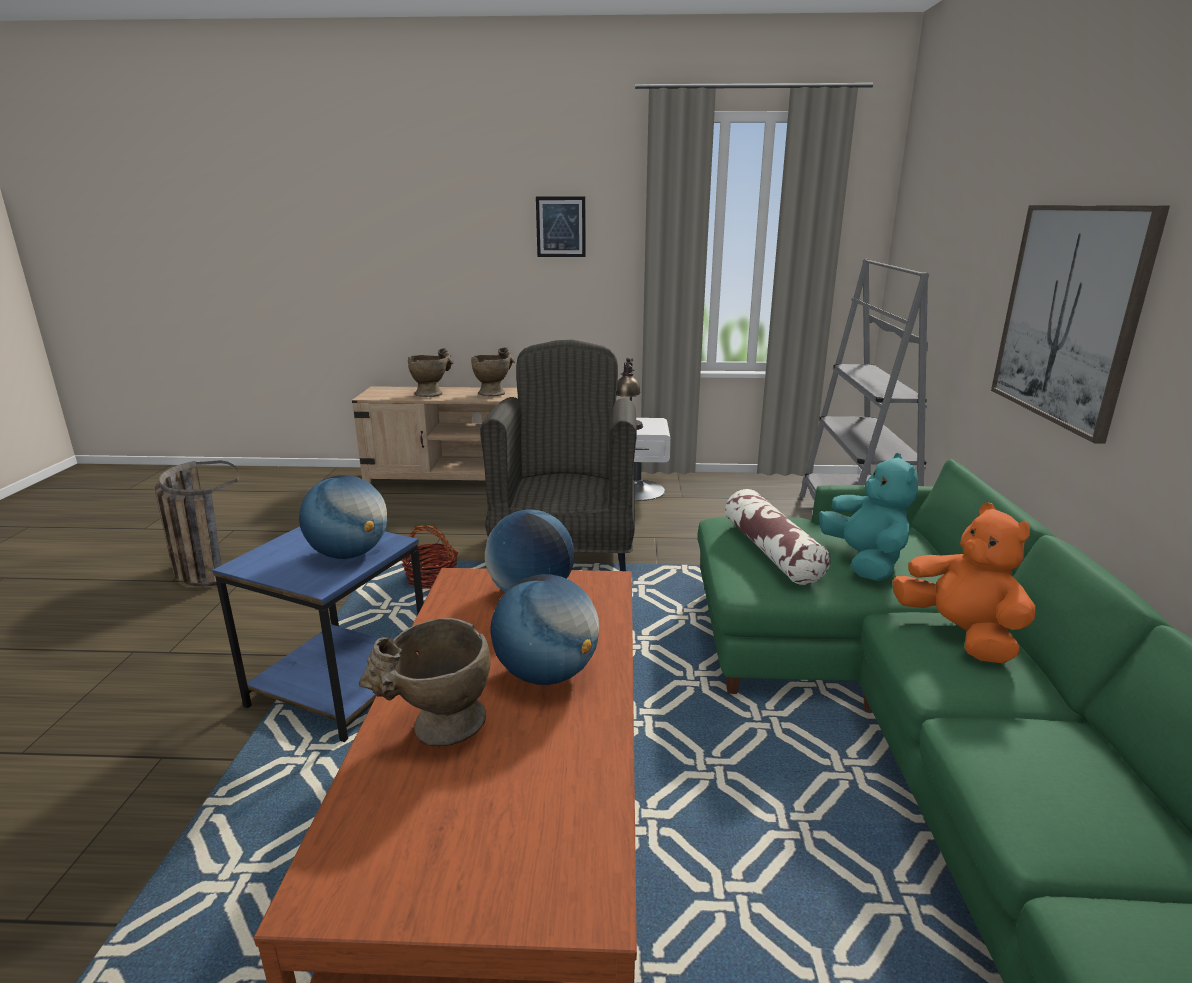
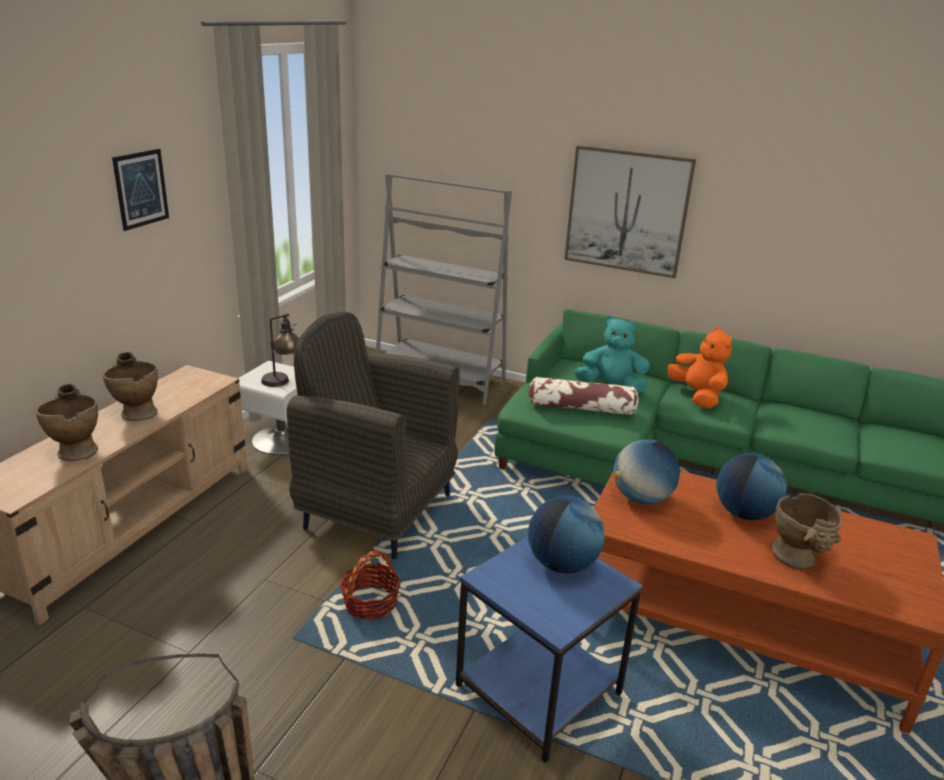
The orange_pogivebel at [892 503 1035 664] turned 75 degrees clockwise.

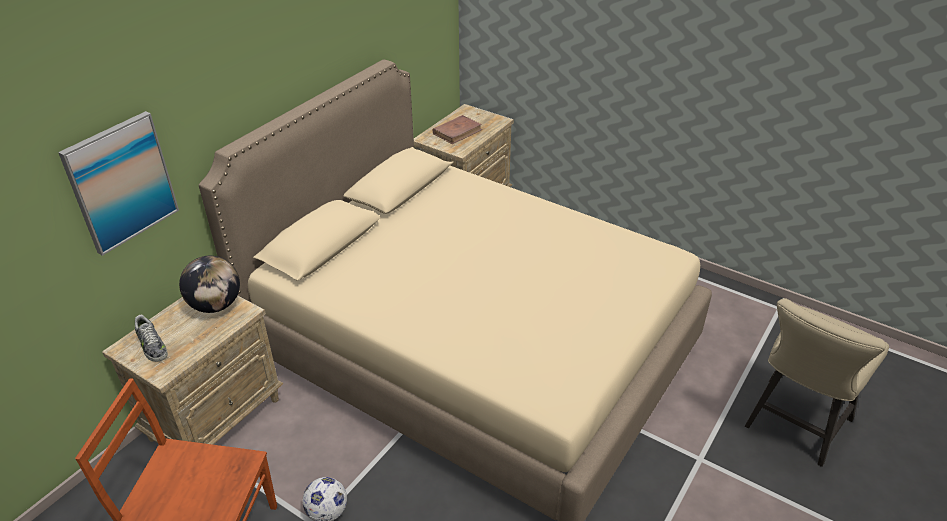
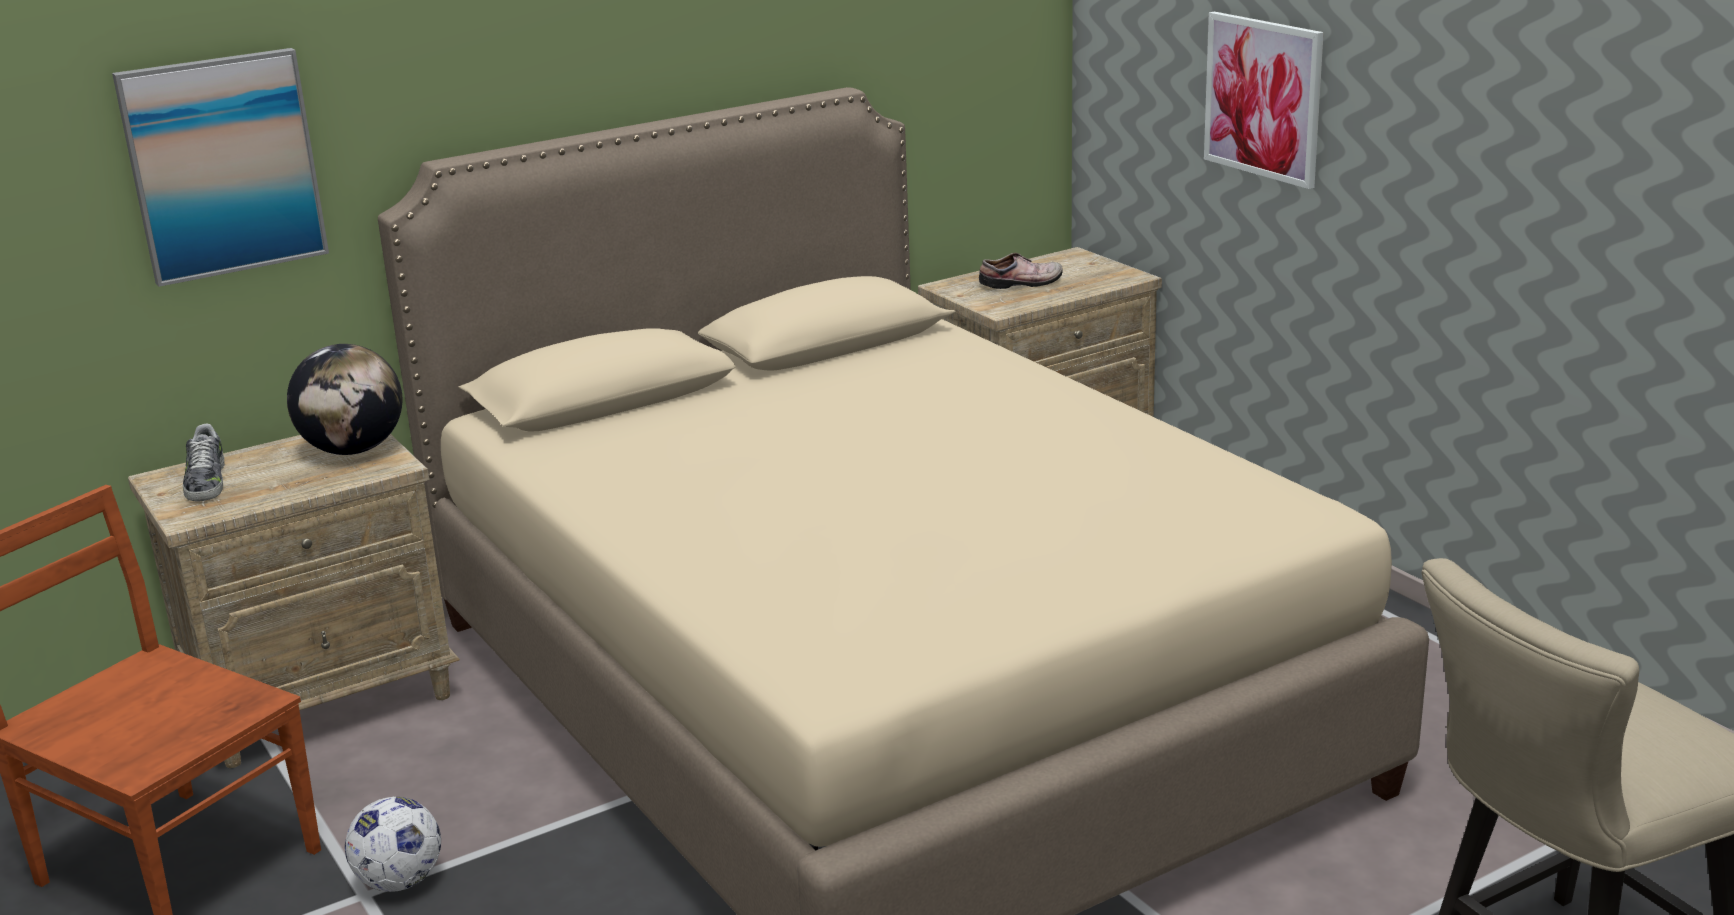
The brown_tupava at [433 115 483 144] was replaced by the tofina at [979 253 1063 289].
The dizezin at [1204 12 1324 189] appeared.

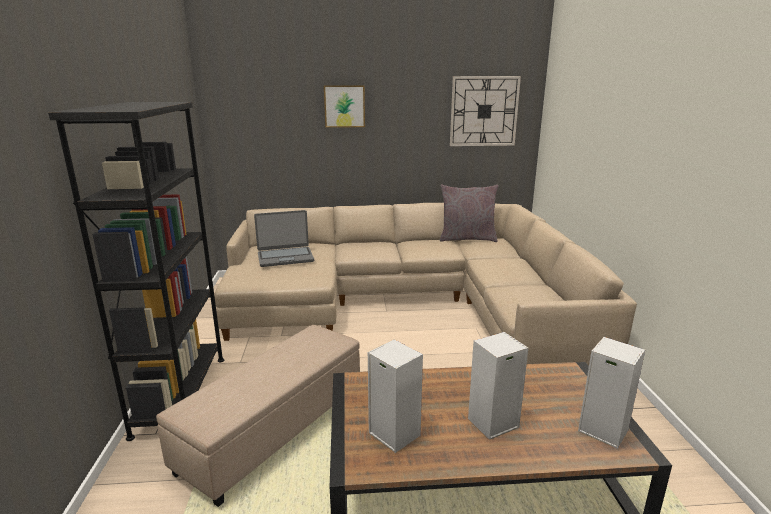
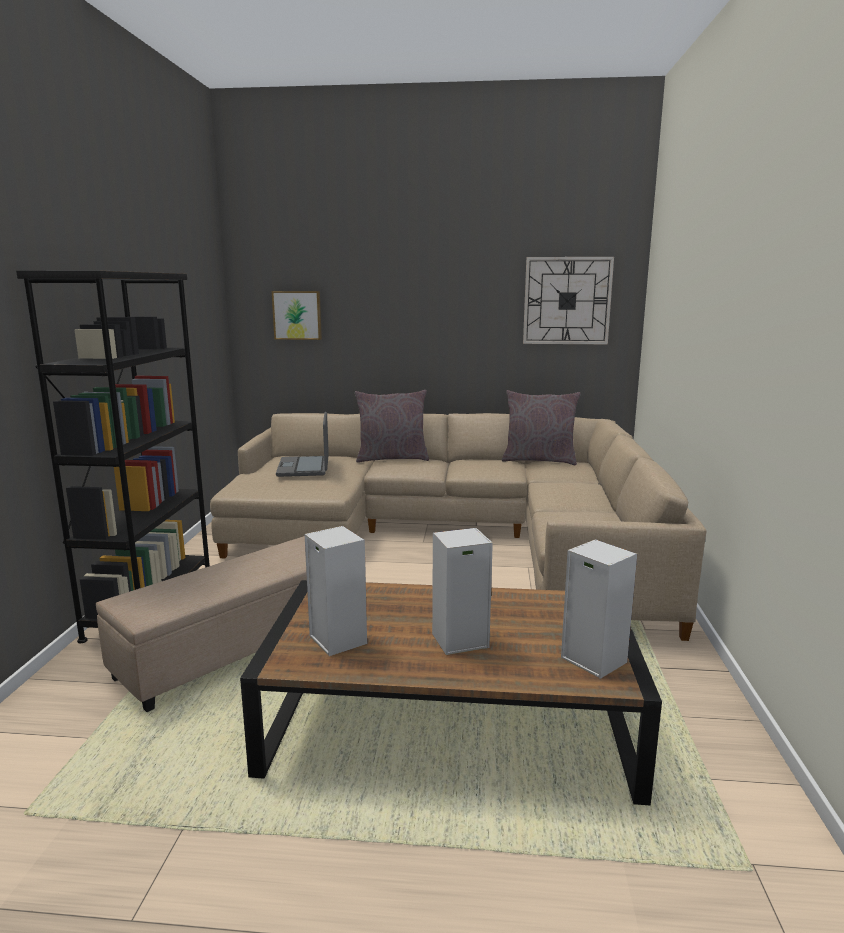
The dizezin moved from [324 85 365 128] to [272 291 322 340].
The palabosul at [254 210 314 267] turned 90 degrees clockwise.
The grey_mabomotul at [355 390 429 463] appeared.

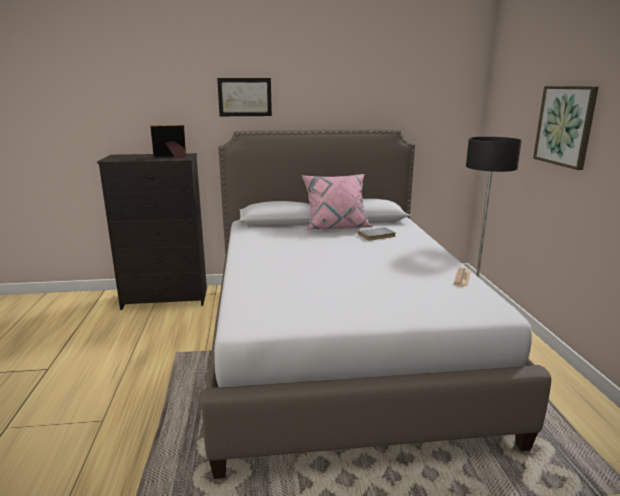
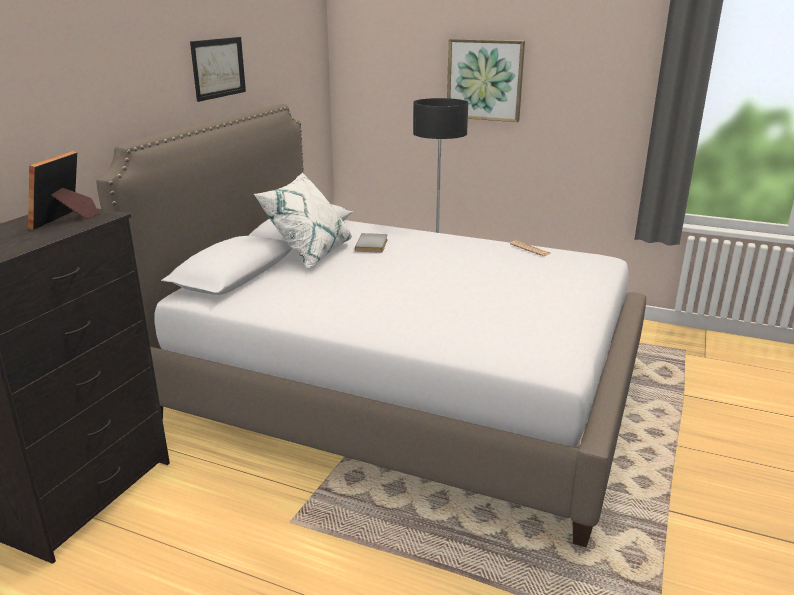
The dizezin moved from [217 78 272 116] to [190 37 246 102].
The pink_mabomotul at [302 174 373 230] became the white_mabomotul at [254 173 352 268].

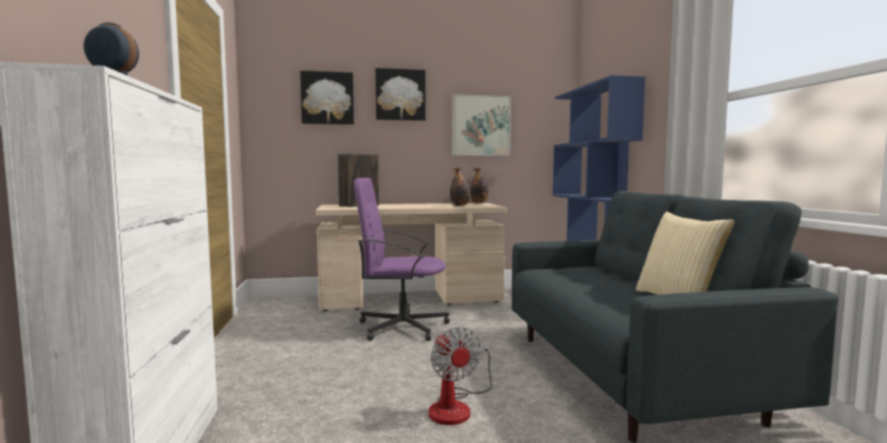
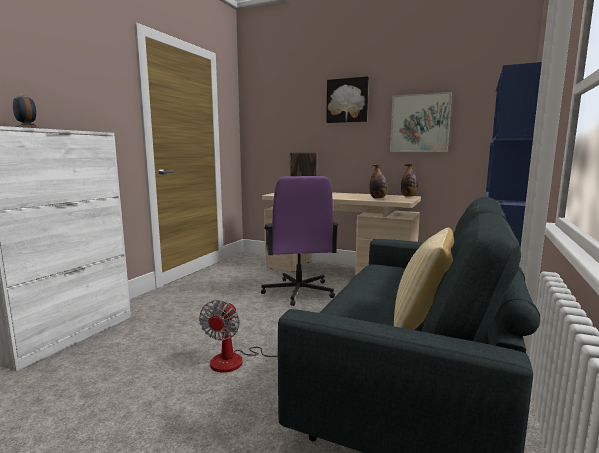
The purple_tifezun at [354 178 450 341] turned 135 degrees counterclockwise.
The dizezin at [300 71 354 125] disappeared.

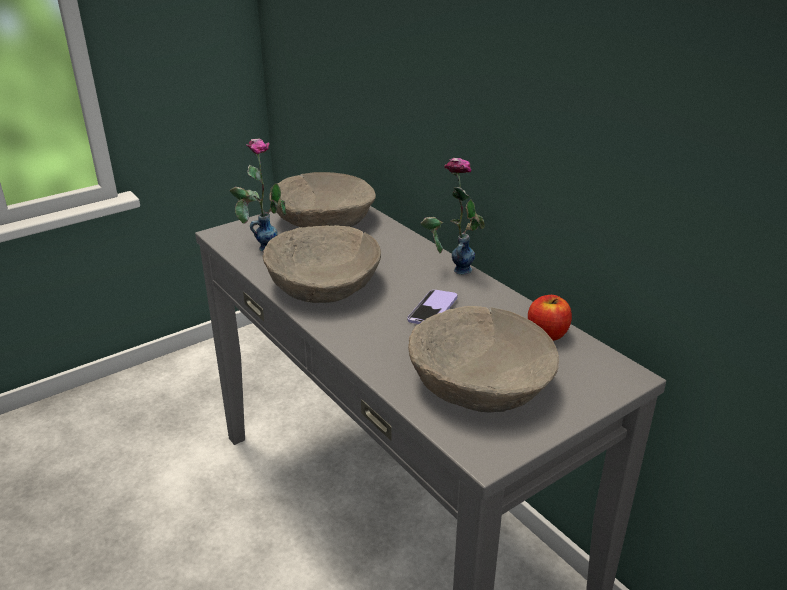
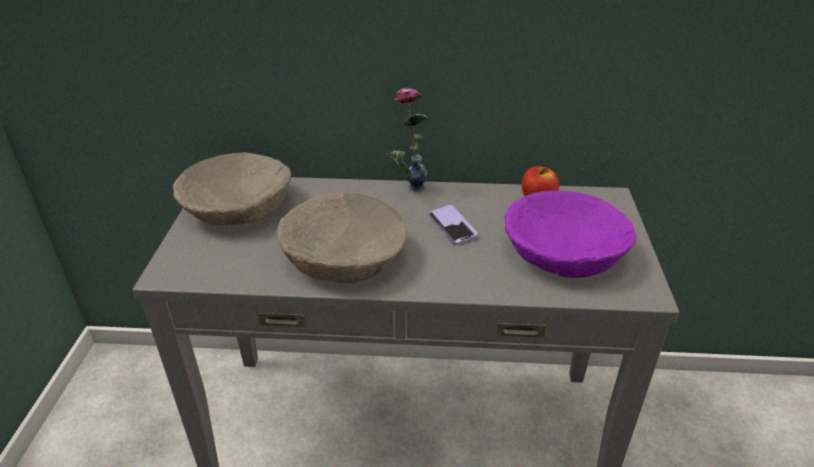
The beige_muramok at [408 306 559 413] became the purple_muramok at [505 190 636 278].
The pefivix at [230 139 286 252] disappeared.

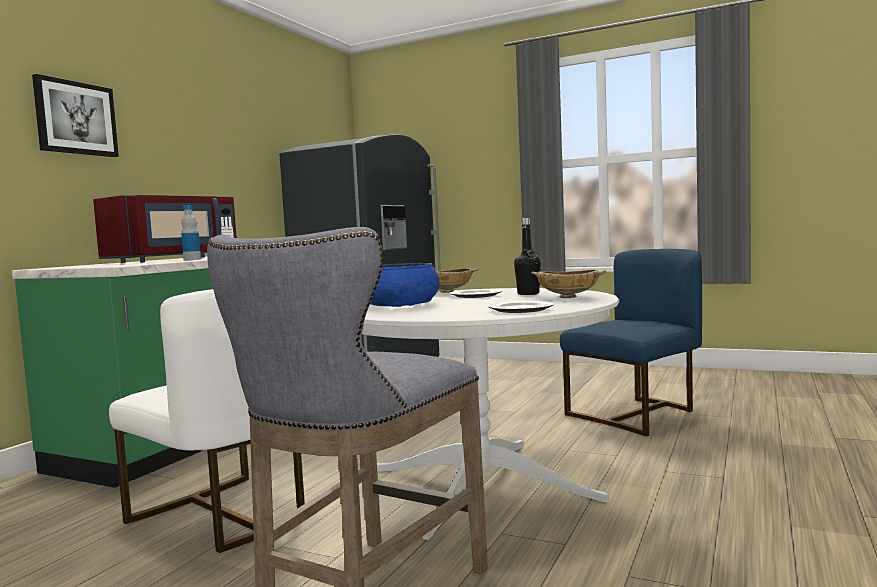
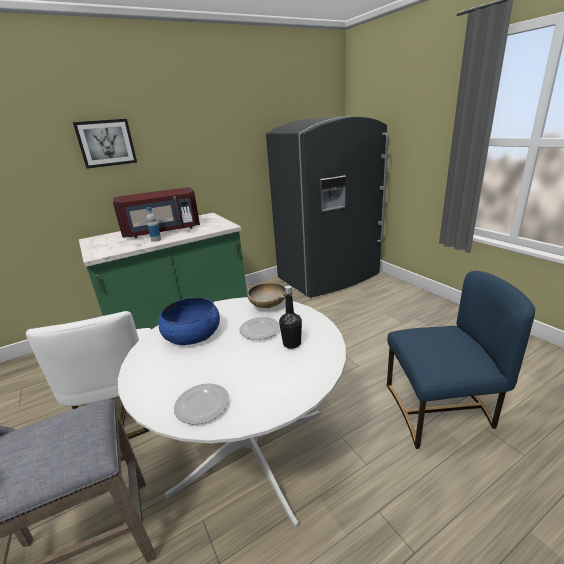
The beige_muramok at [532 270 606 298] disappeared.

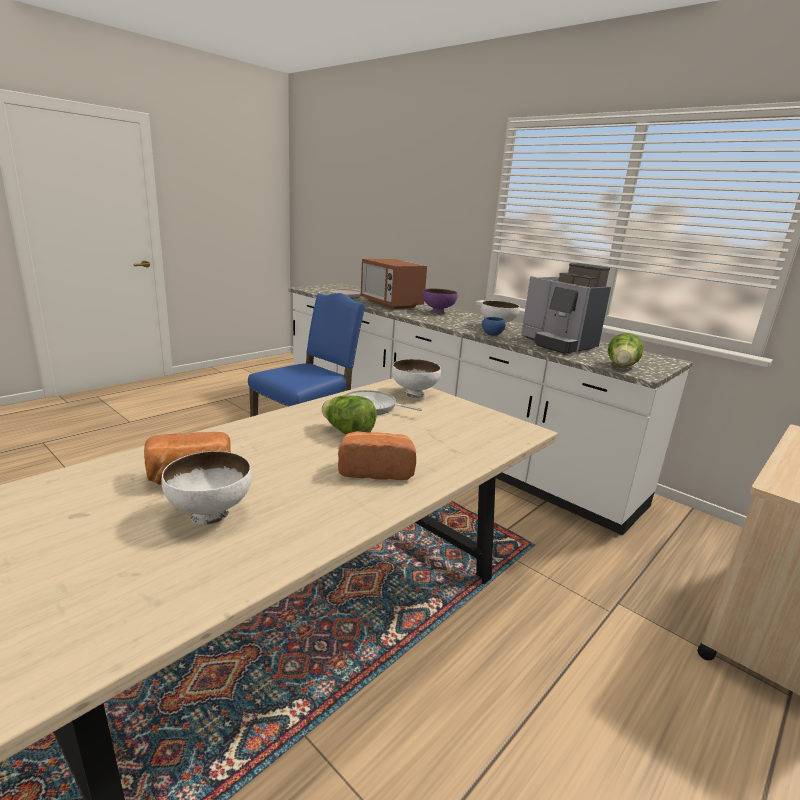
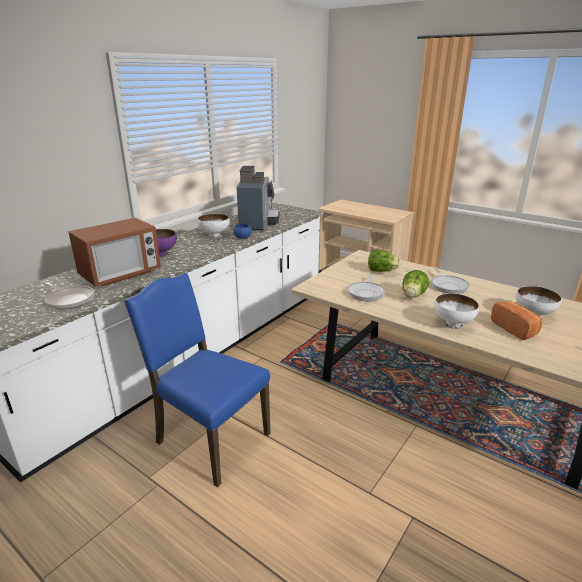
The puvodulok at [521 263 611 354] turned 45 degrees counterclockwise.
The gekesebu moved from [608 333 643 367] to [368 249 400 272].
The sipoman at [338 431 416 480] was replaced by the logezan at [432 267 470 294].
The white_muramok moved from [392 359 441 398] to [434 293 479 329].

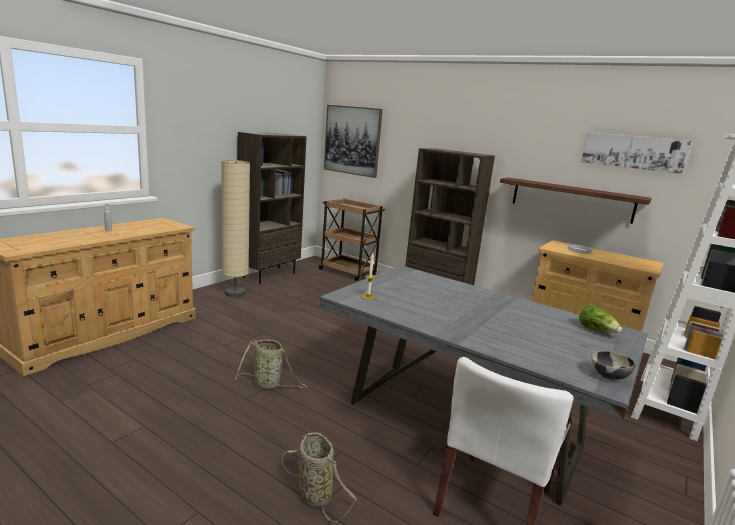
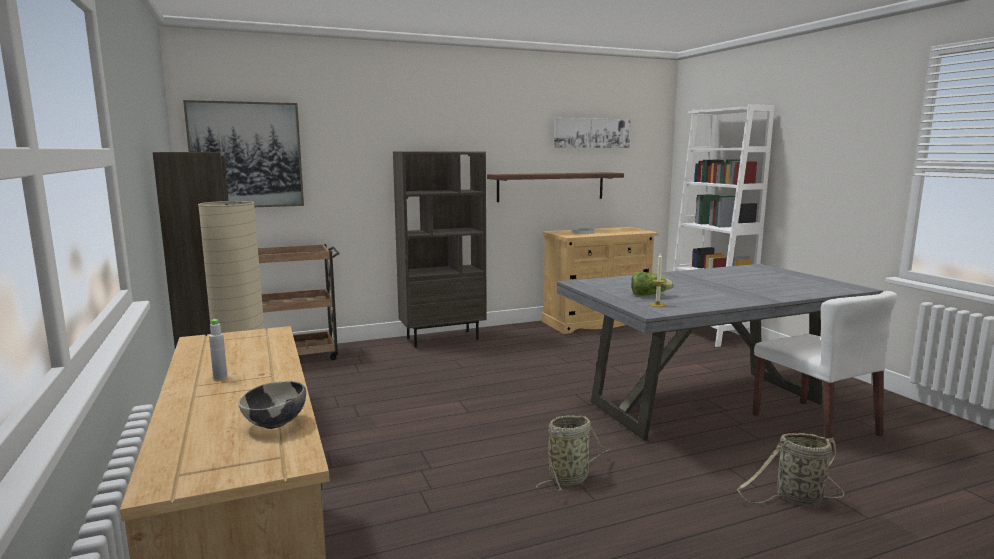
The muramok moved from [591 351 635 380] to [238 381 306 429].
The gekesebu moved from [579 304 622 333] to [631 272 674 296].

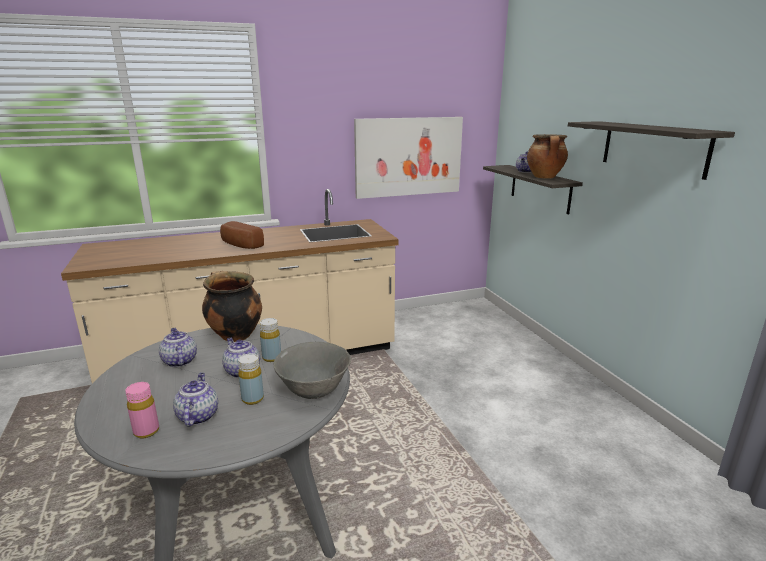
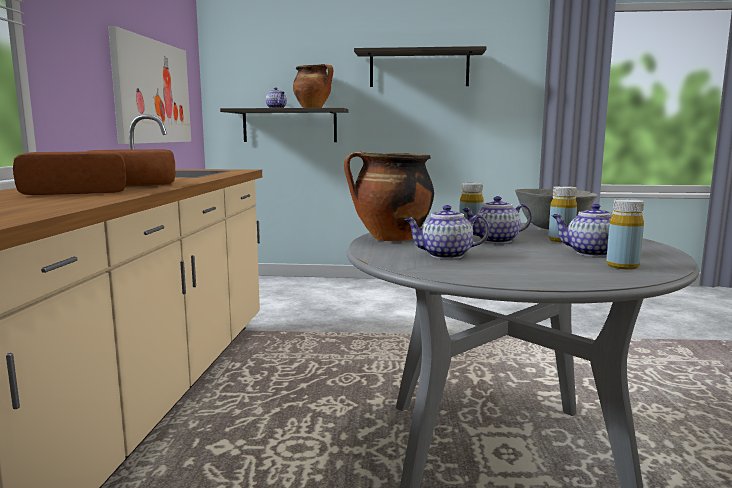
The sipoman at [13 151 126 195] appeared.
The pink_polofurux at [125 382 159 439] became the yellow_polofurux at [606 199 644 270].

